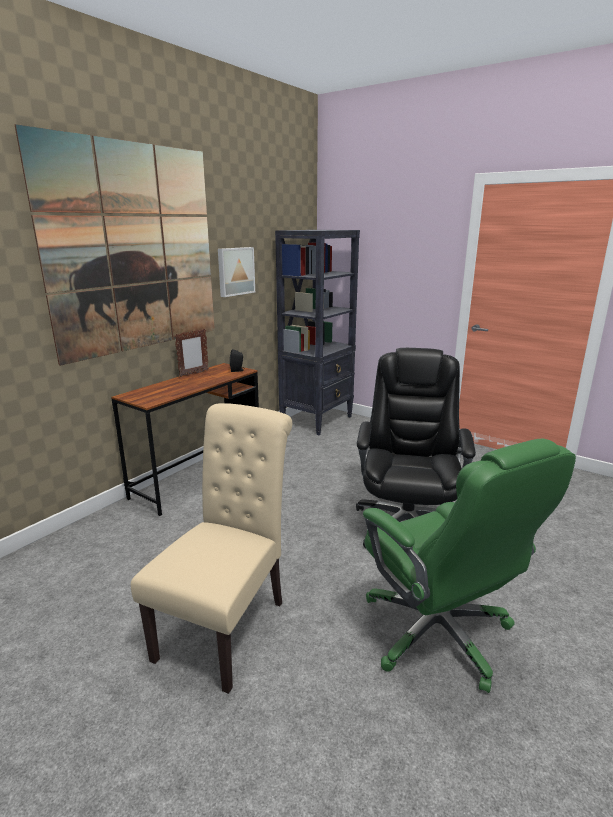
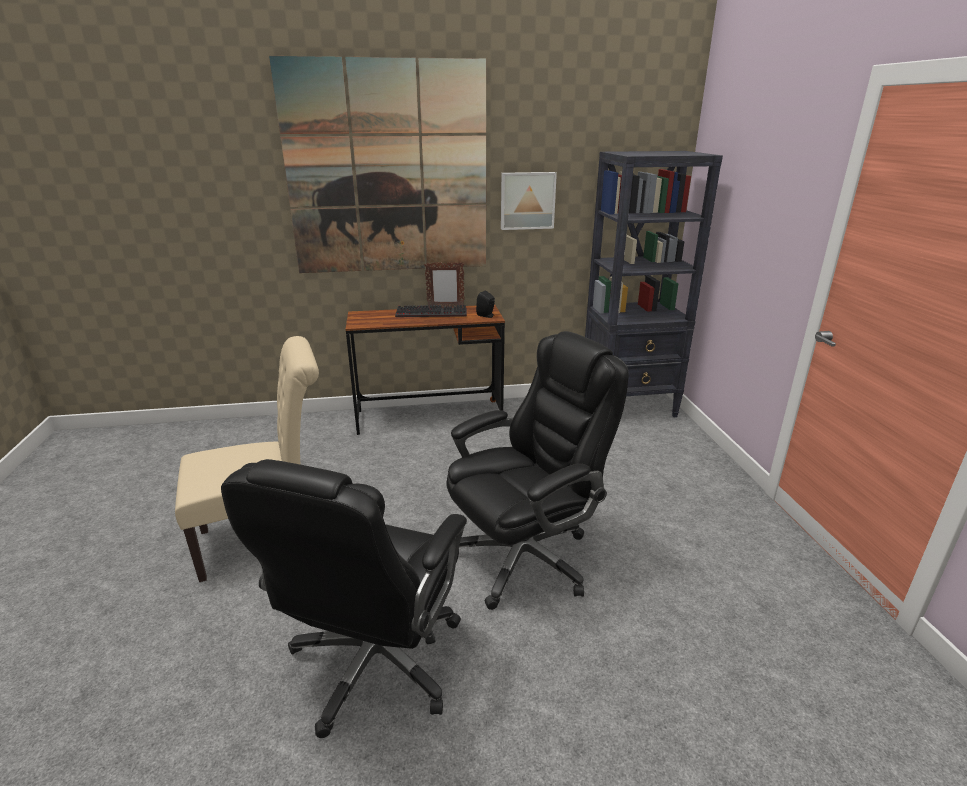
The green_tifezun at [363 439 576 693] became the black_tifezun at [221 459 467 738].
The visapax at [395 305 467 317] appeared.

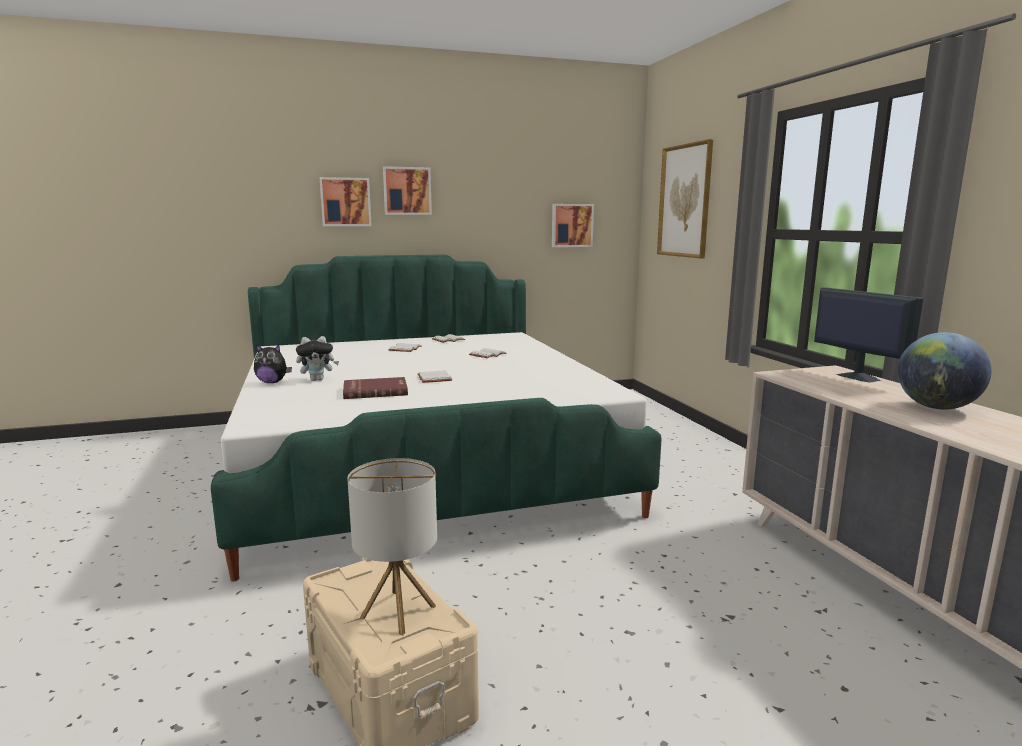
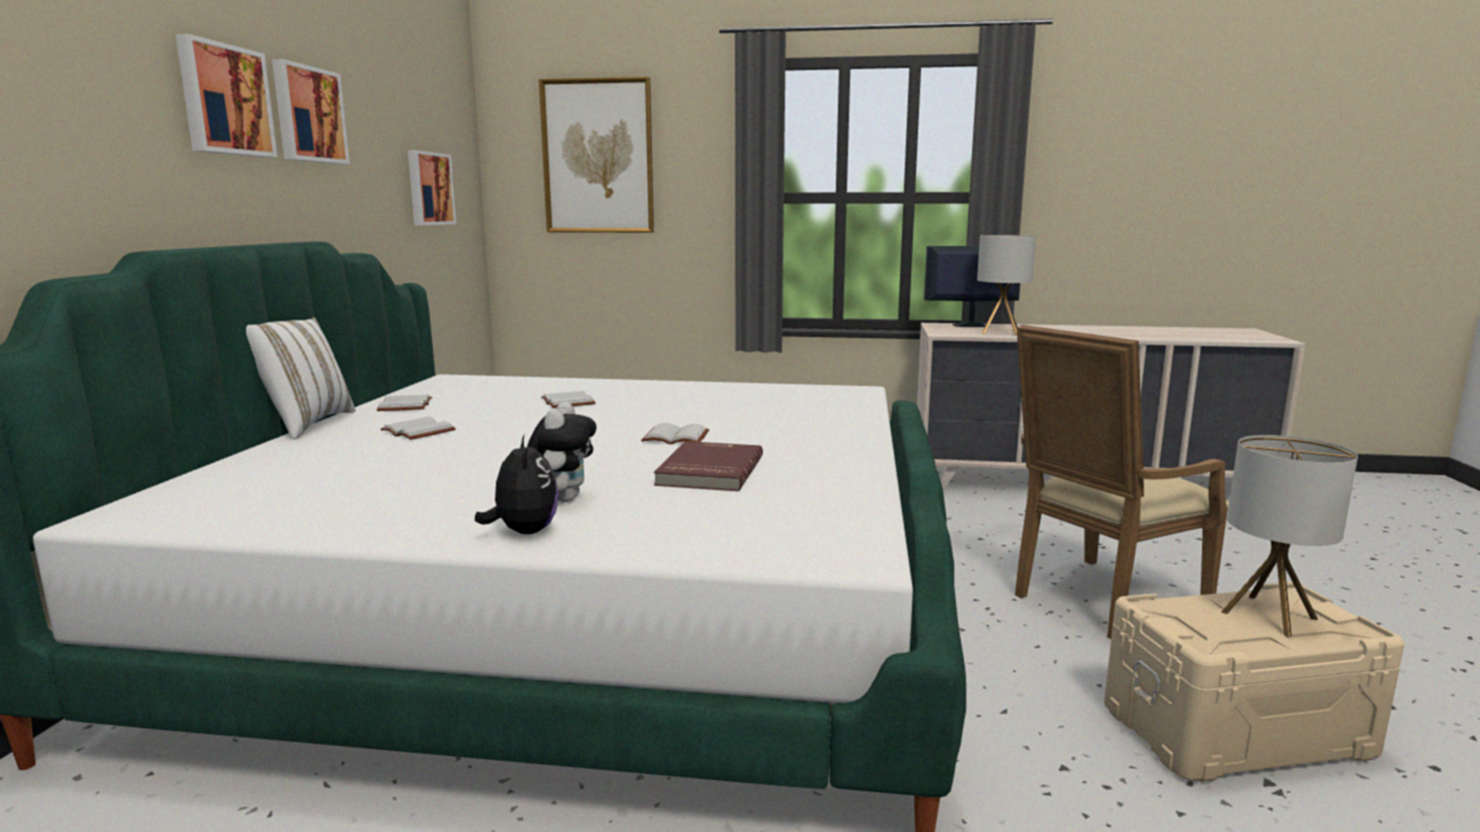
The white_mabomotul at [246 316 356 440] appeared.
The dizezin moved from [319 177 372 226] to [272 59 350 164].
The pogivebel at [254 344 292 383] turned 45 degrees counterclockwise.
The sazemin at [977 235 1036 336] appeared.
The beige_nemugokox at [1015 325 1229 639] appeared.
The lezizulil at [898 332 991 409] disappeared.

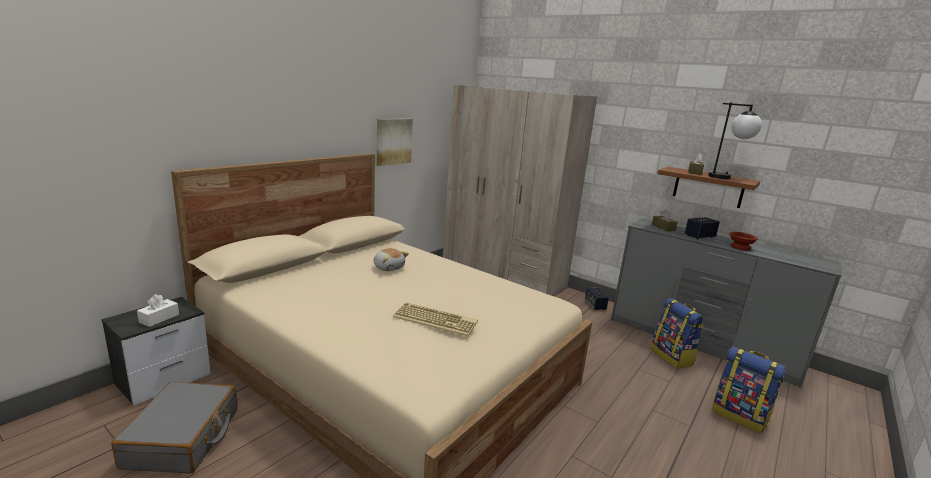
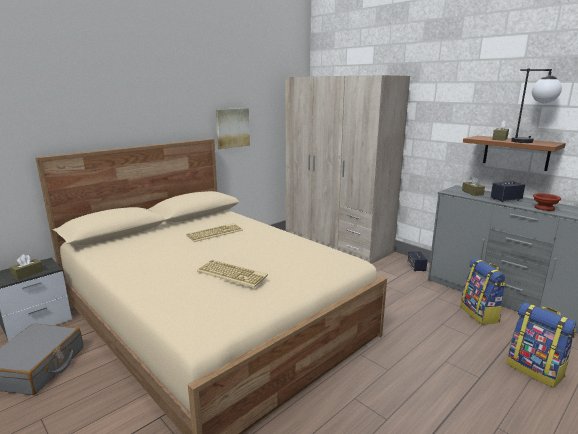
The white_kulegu at [137 294 179 327] became the brown_kulegu at [10 254 43 280].
The pogivebel at [374 248 409 271] was replaced by the visapax at [186 223 243 242].

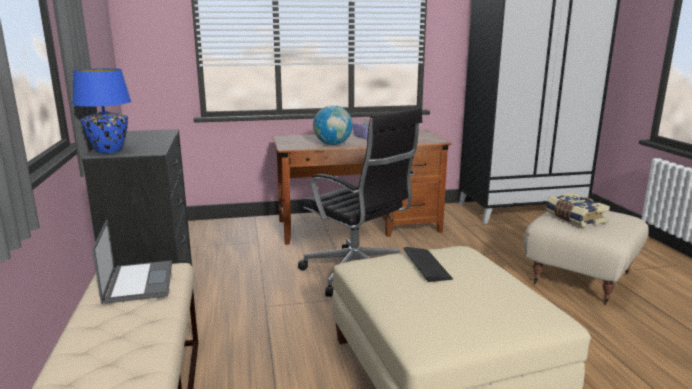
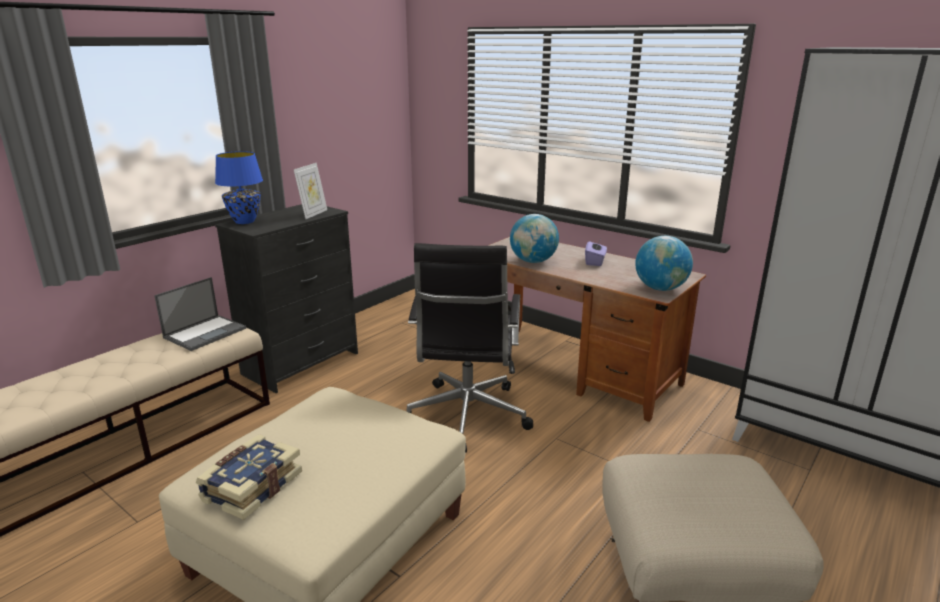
The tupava moved from [546 193 610 227] to [196 434 302 520].
The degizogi at [294 163 327 219] appeared.
The lezizulil at [635 236 693 291] appeared.
The visapax at [403 247 453 282] disappeared.

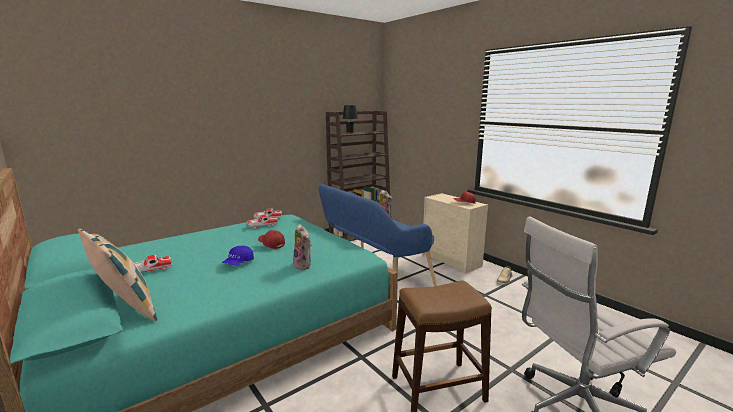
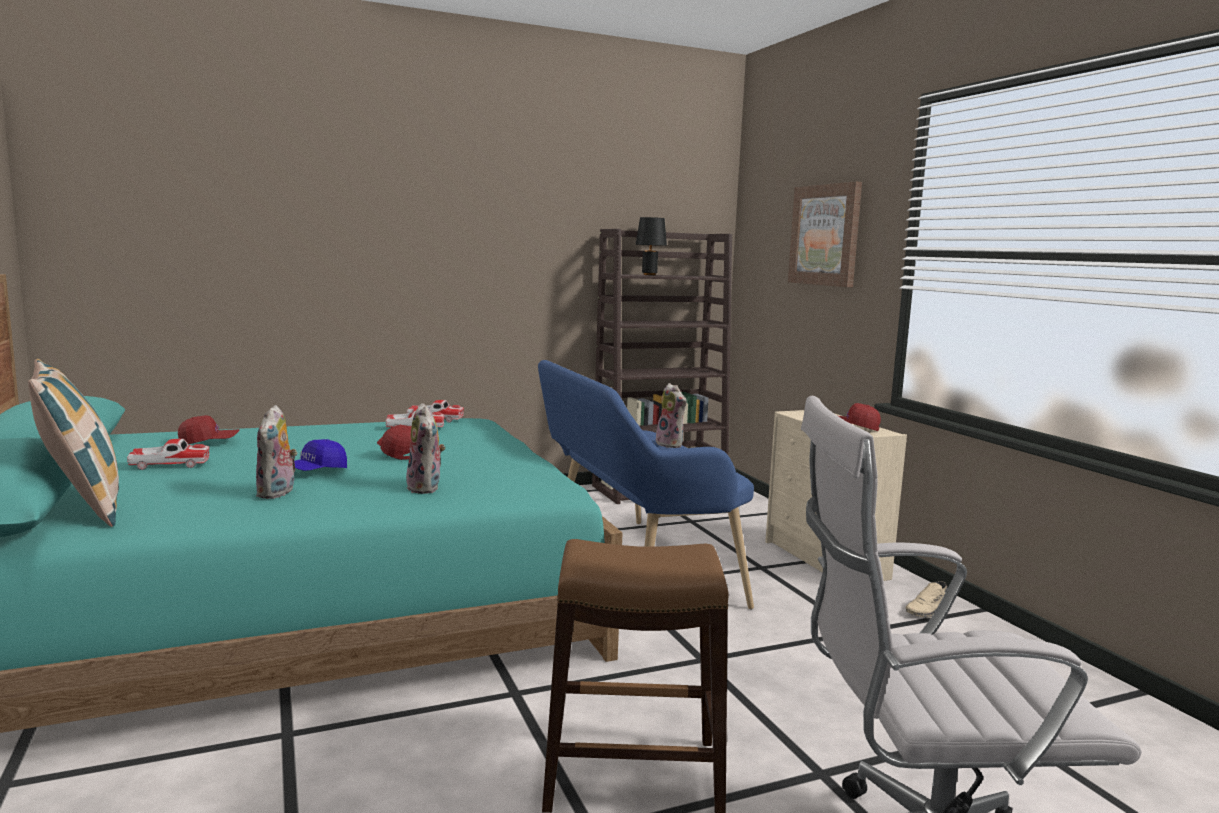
The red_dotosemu at [178 415 239 444] appeared.
The pogivebel at [256 405 298 499] appeared.
The dizezin at [788 181 862 287] appeared.

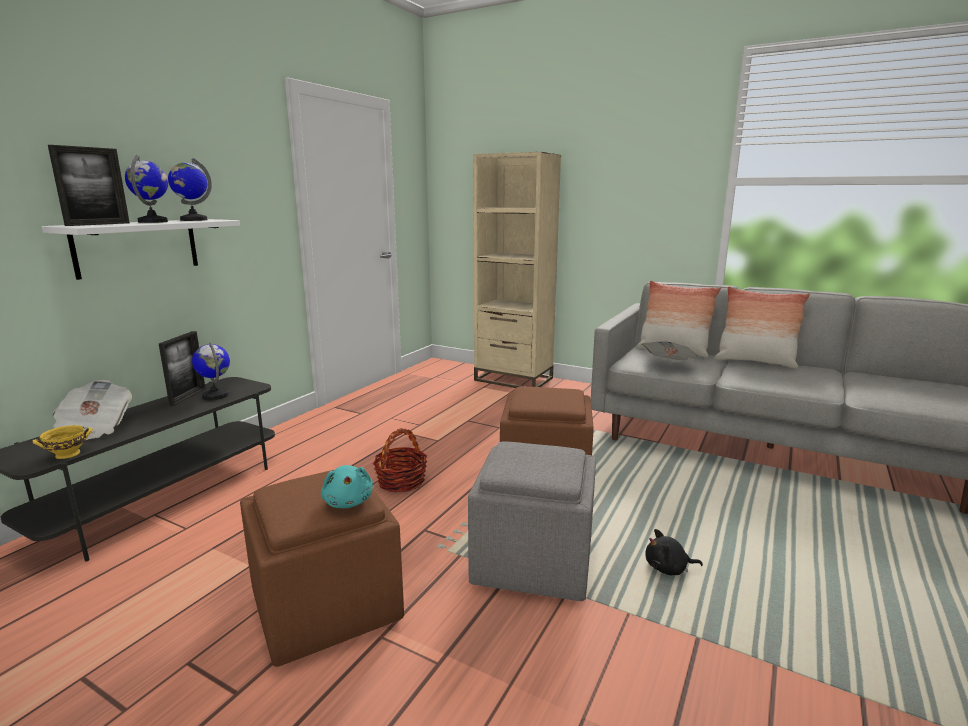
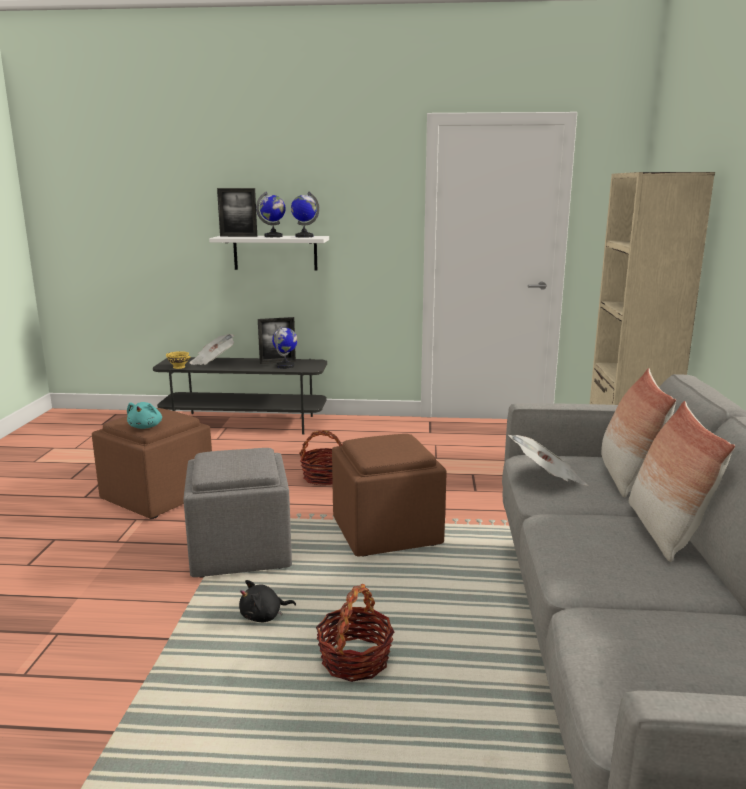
The turquoise_pogivebel at [321 465 373 508] turned 45 degrees counterclockwise.
The black_pogivebel at [646 529 703 575] turned 90 degrees counterclockwise.
The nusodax at [316 584 394 682] appeared.

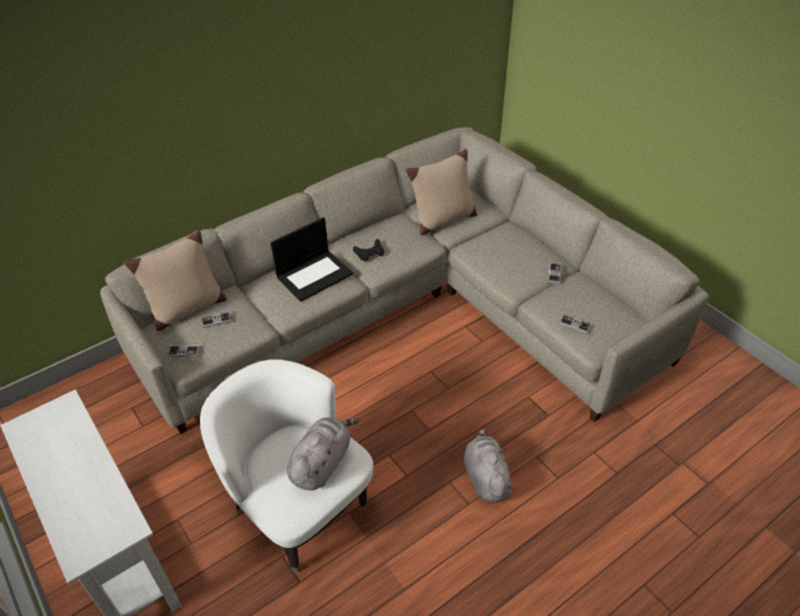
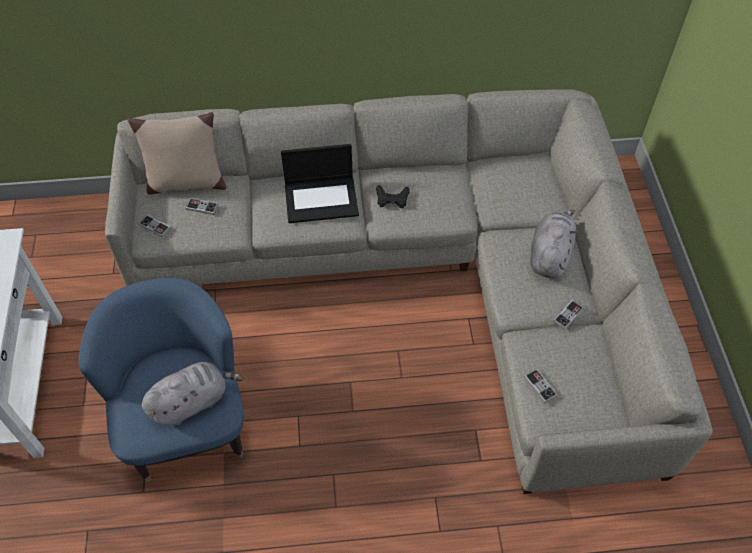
The white_nemugokox at [200 359 373 573] became the blue_nemugokox at [78 278 244 483].
The grey_pogivebel moved from [464 428 515 503] to [530 210 578 278].
The beige_mabomotul at [406 149 477 235] disappeared.

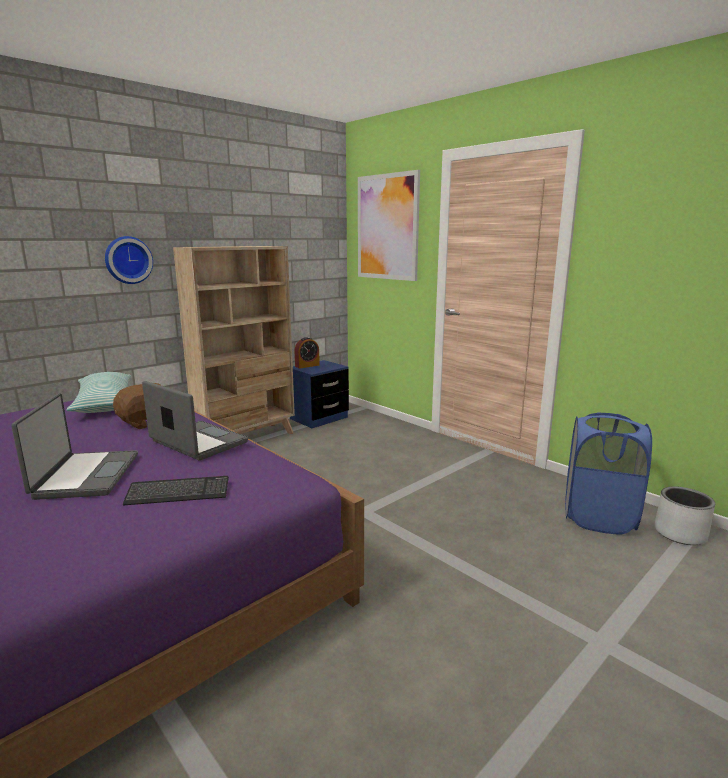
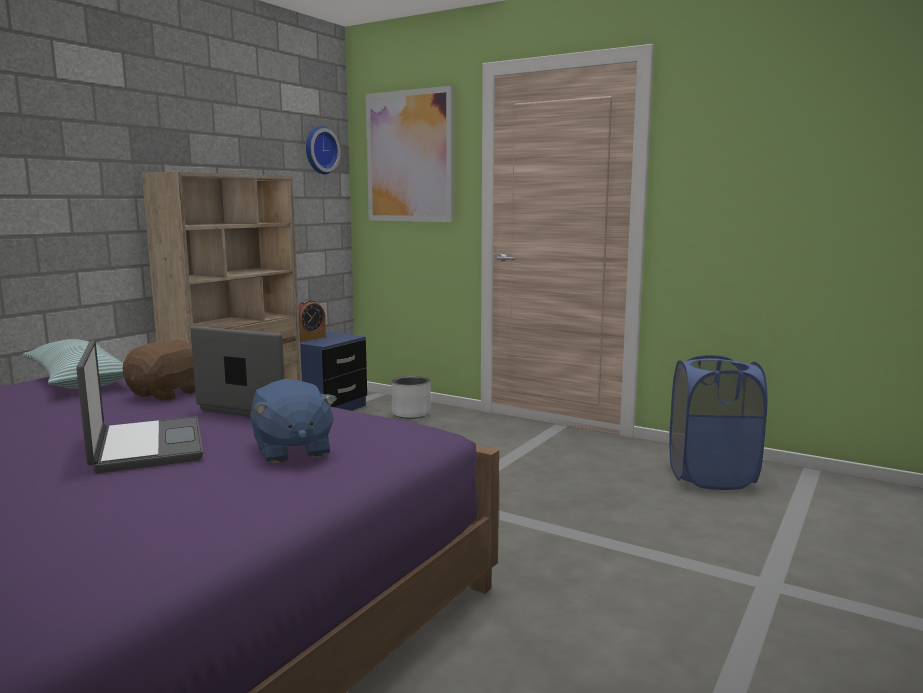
The visapax at [123 476 229 505] was replaced by the blue_pogivebel at [250 379 337 464].
The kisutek moved from [105 236 153 284] to [306 126 341 174].
The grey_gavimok moved from [655 486 715 545] to [392 376 431 419].

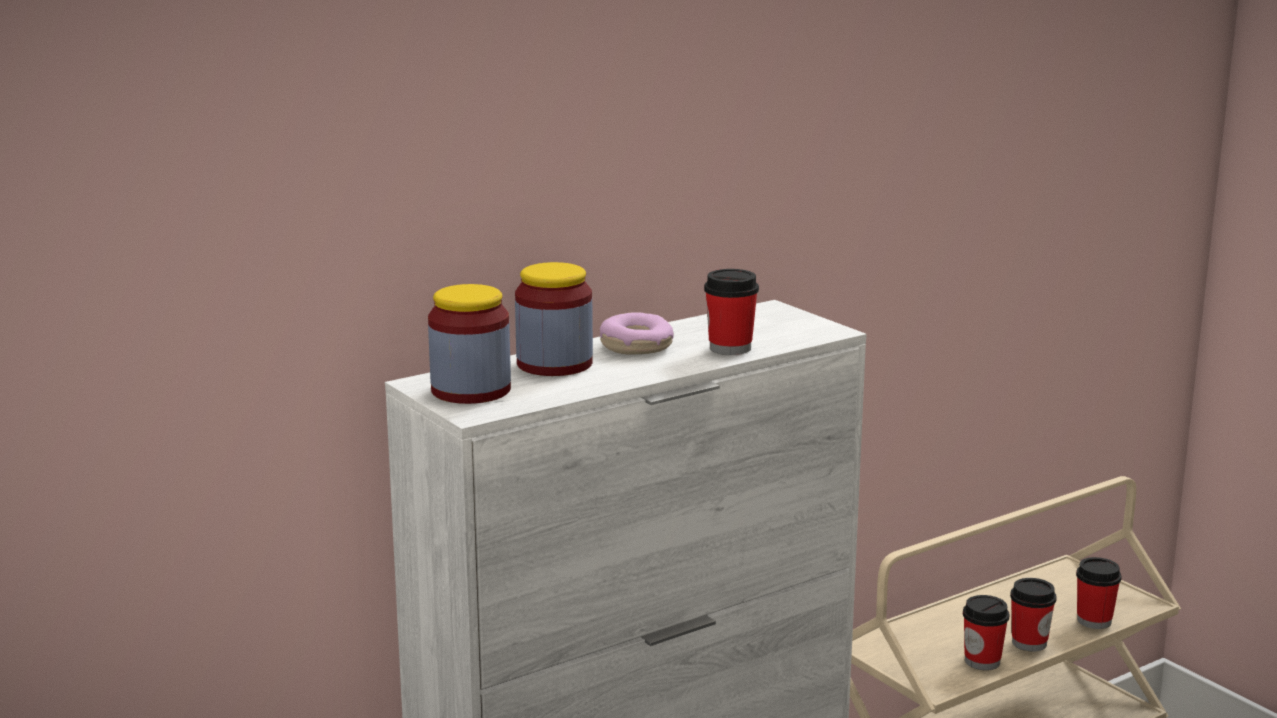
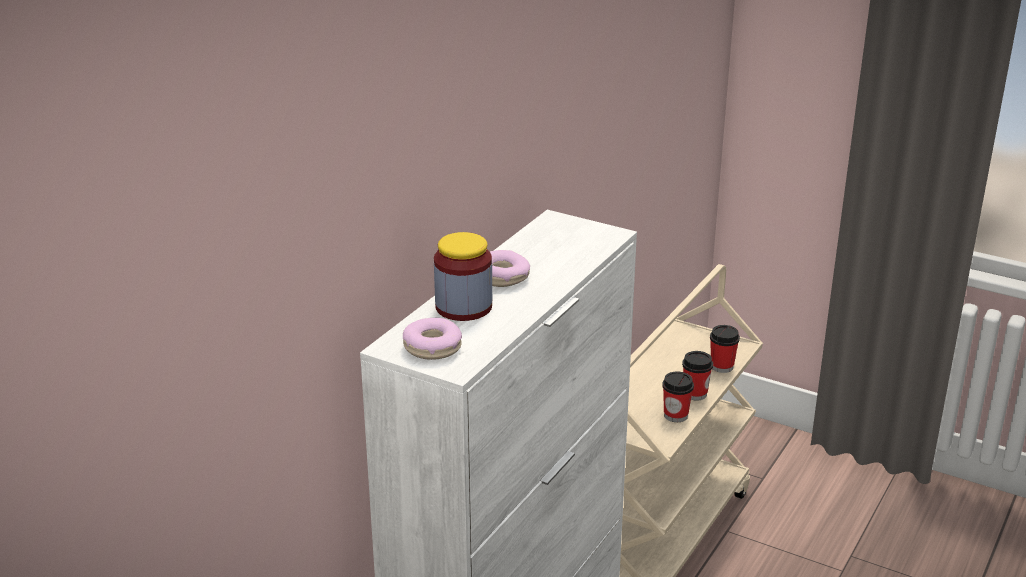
The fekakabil at [428 284 511 404] was replaced by the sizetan at [403 318 462 360].
The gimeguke at [704 269 759 355] disappeared.

